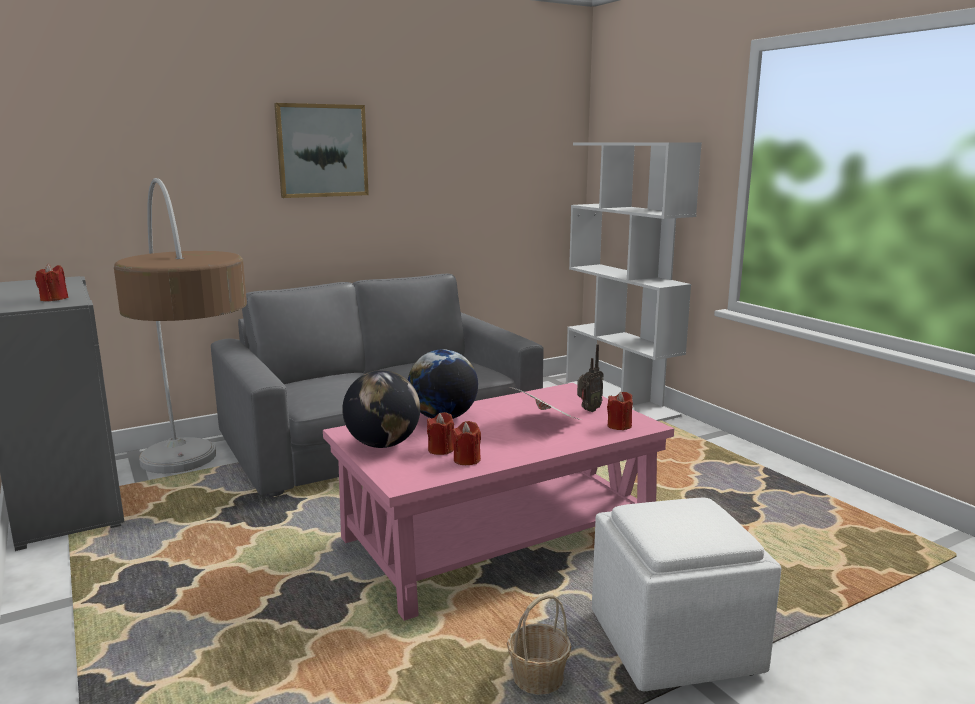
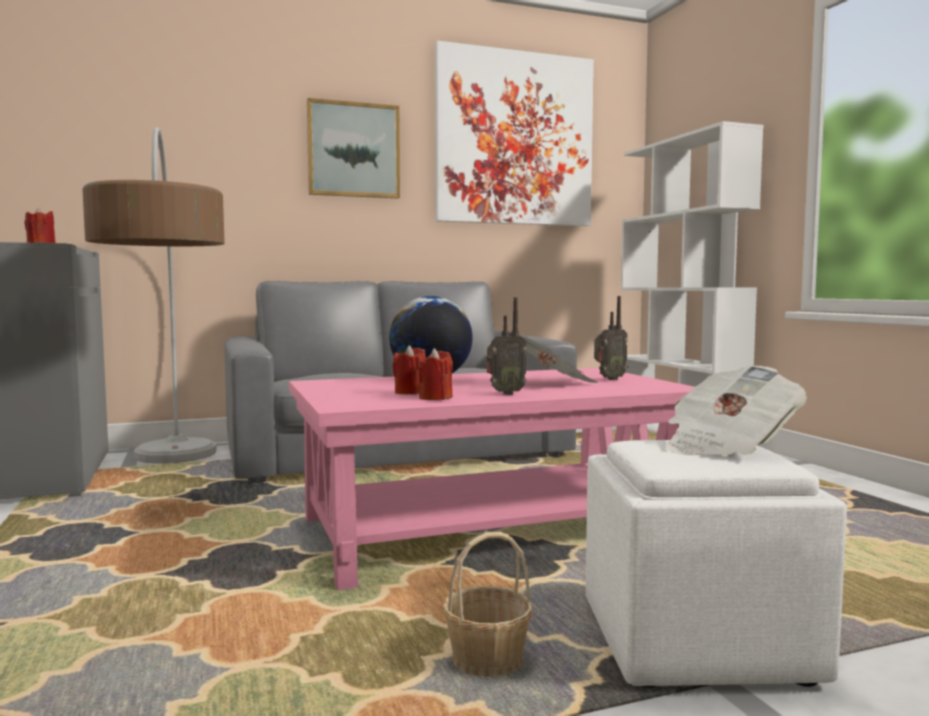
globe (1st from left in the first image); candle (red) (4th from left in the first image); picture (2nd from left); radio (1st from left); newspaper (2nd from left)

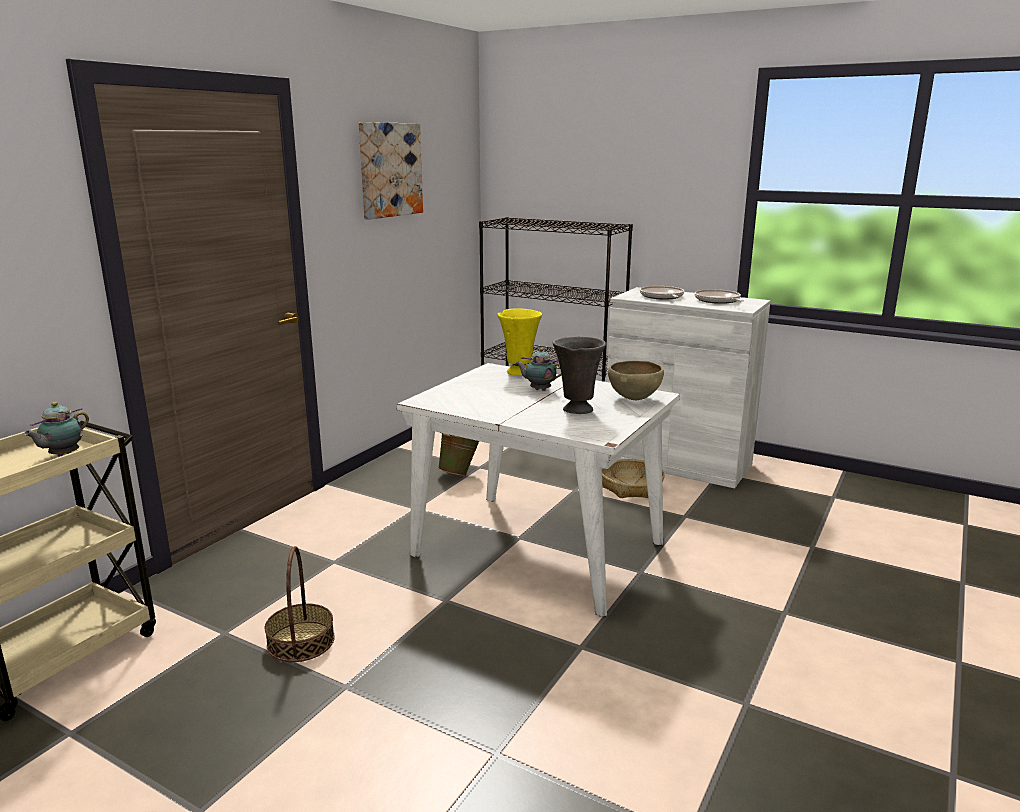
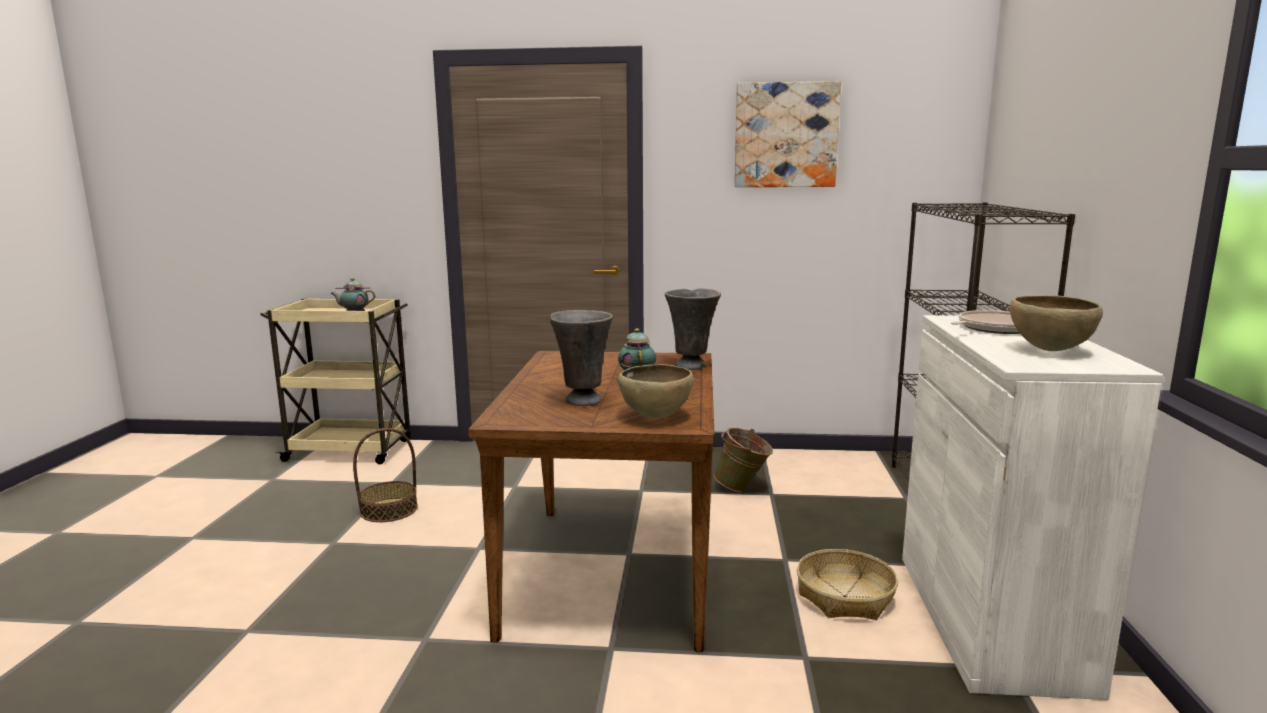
bowl (brown) (2nd from left); vase (grey) (2nd from left); dining table (brown)

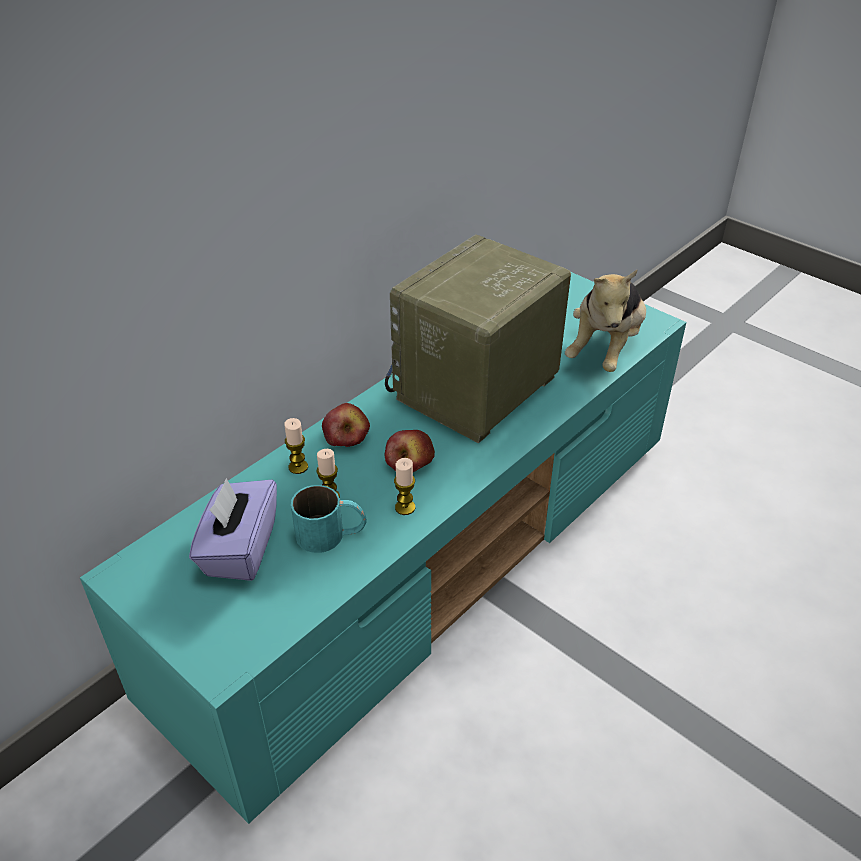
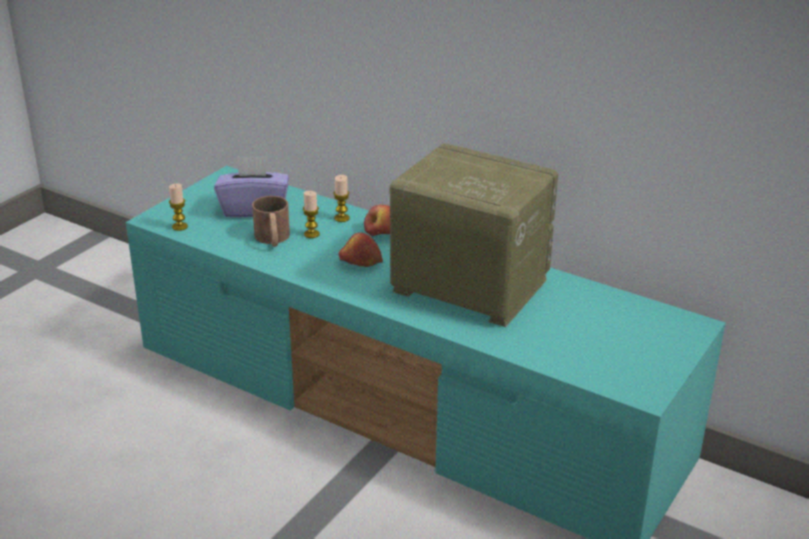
plush toy; candle (1st from left); mug (brown)

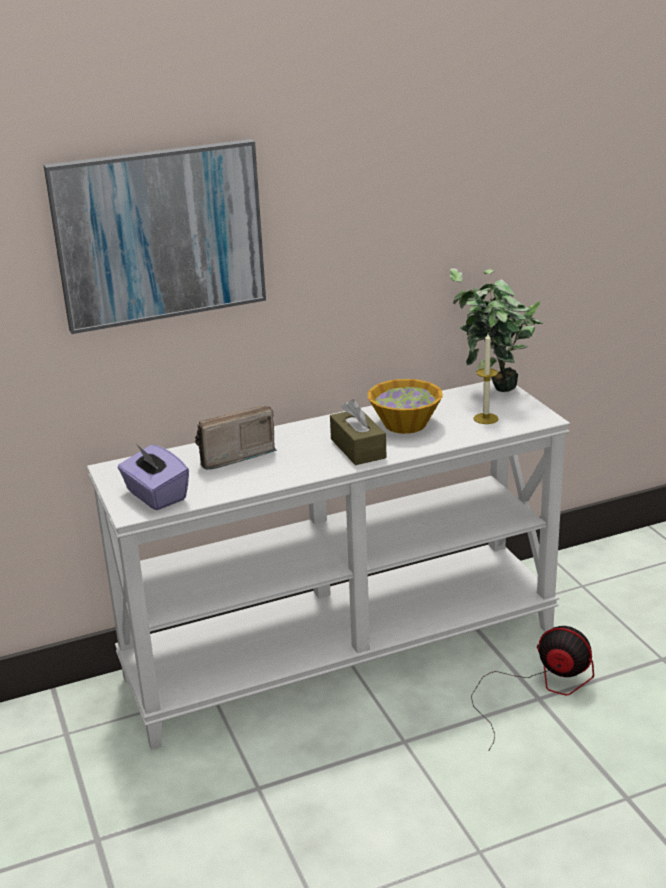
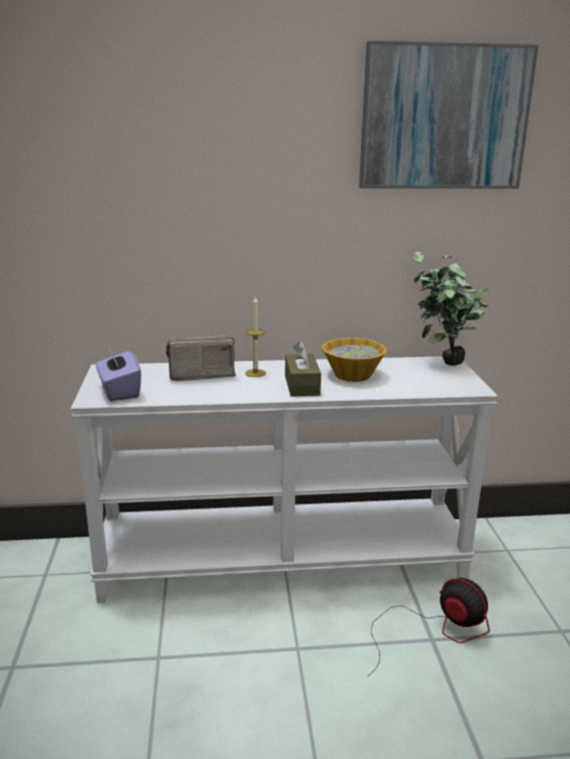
picture; candle

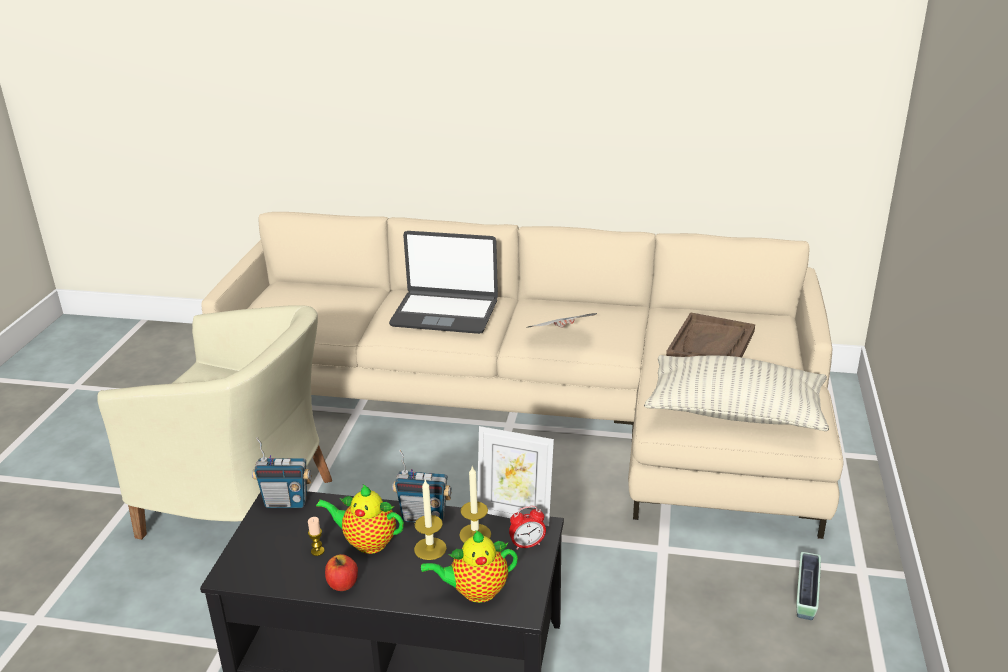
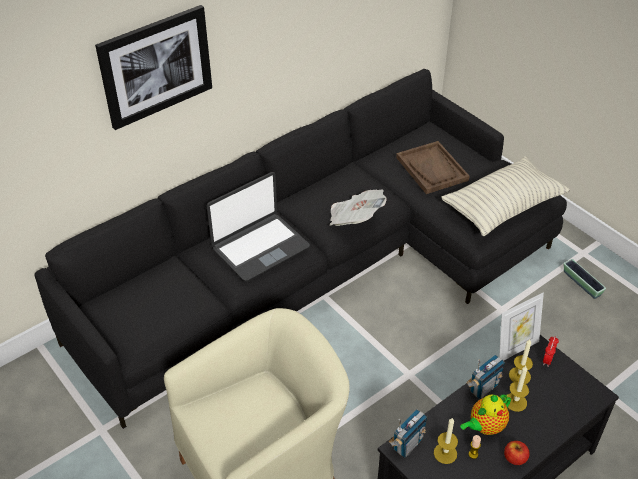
sofa (black); teapot (2nd from left in the first image); picture; candle (1st from left)

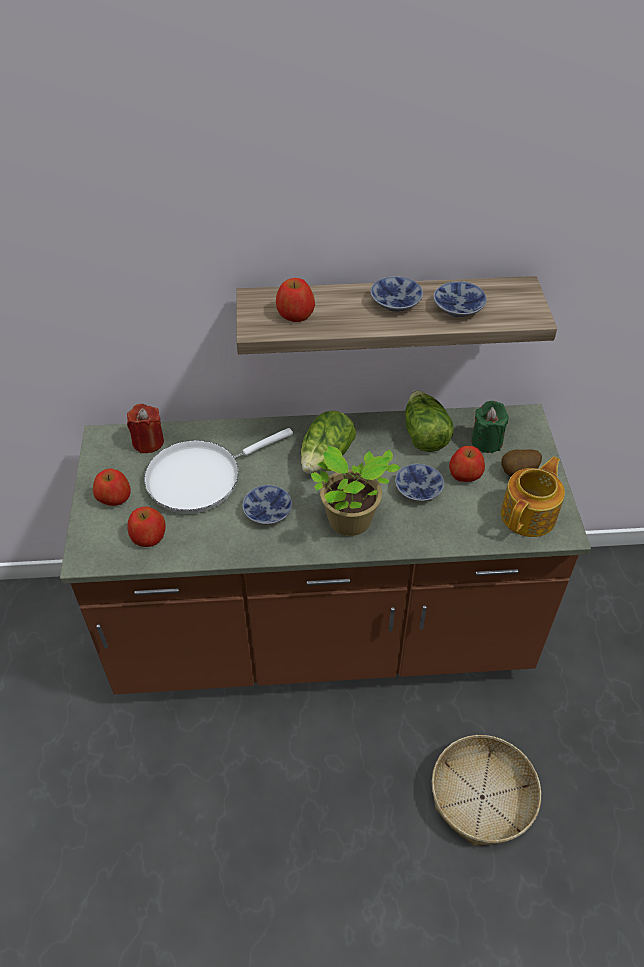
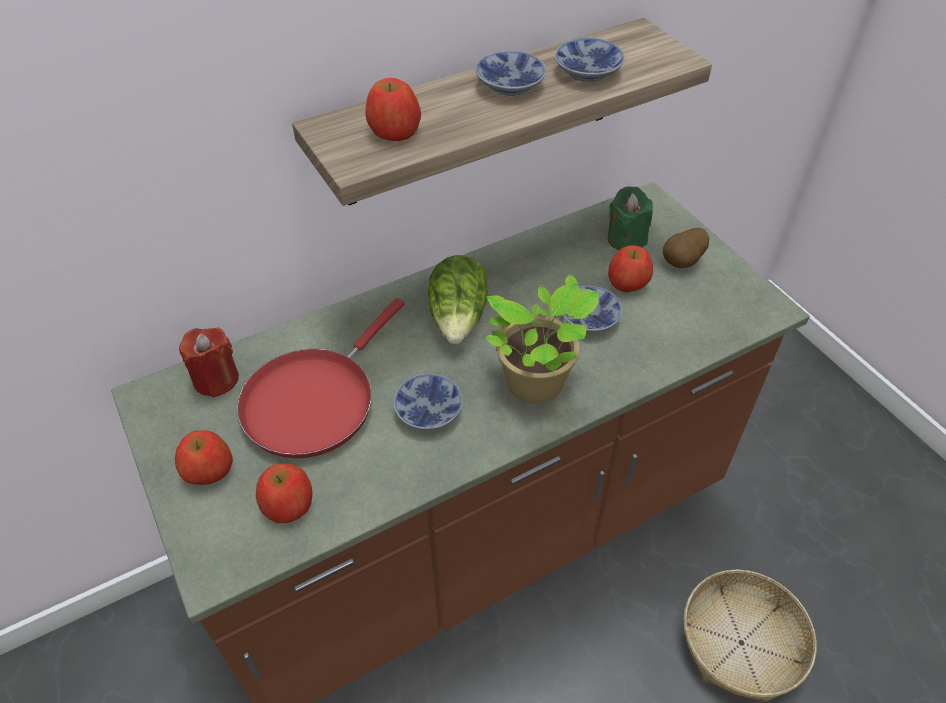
lettuce (2nd from left in the first image); frying pan (red); teapot

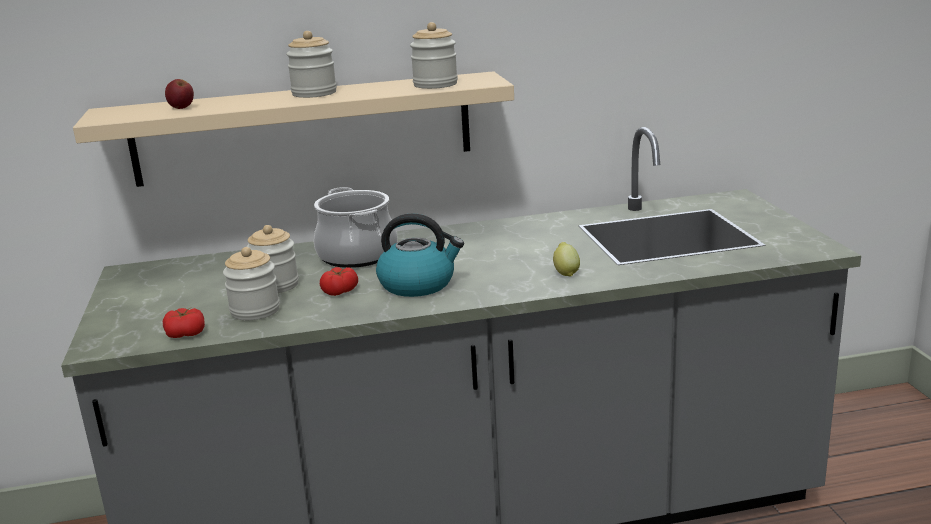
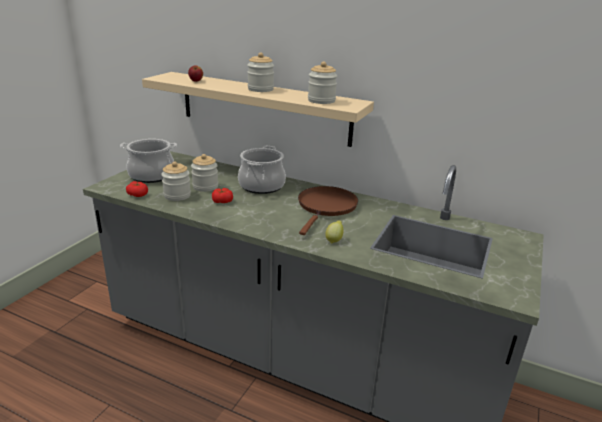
kettle; cooking pot (1st from left); frying pan (brown)

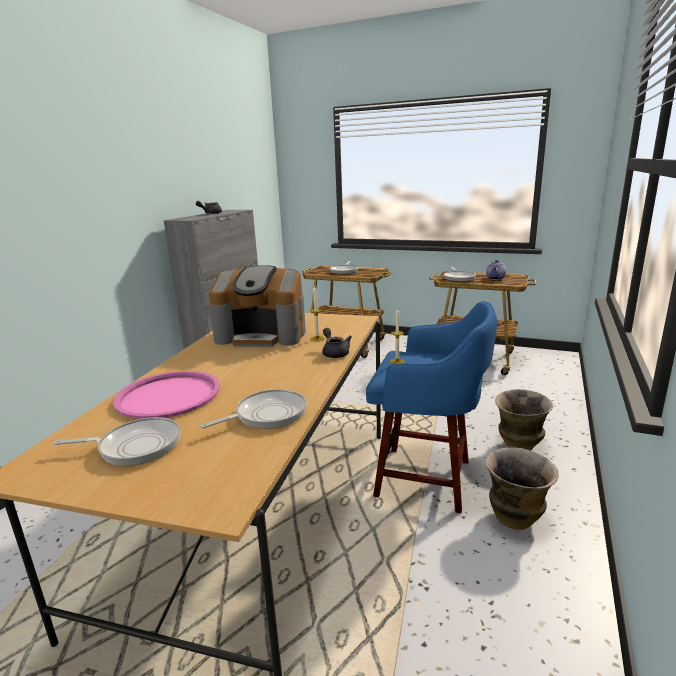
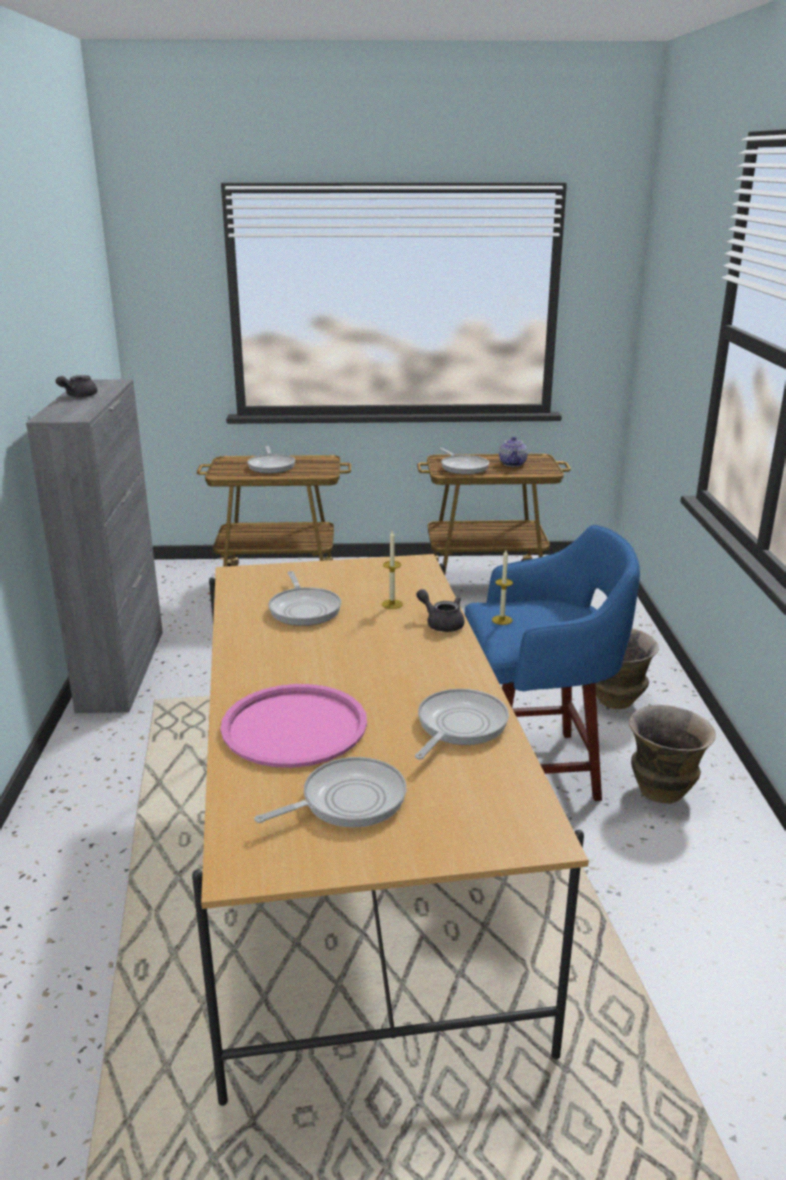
frying pan (2nd from left)

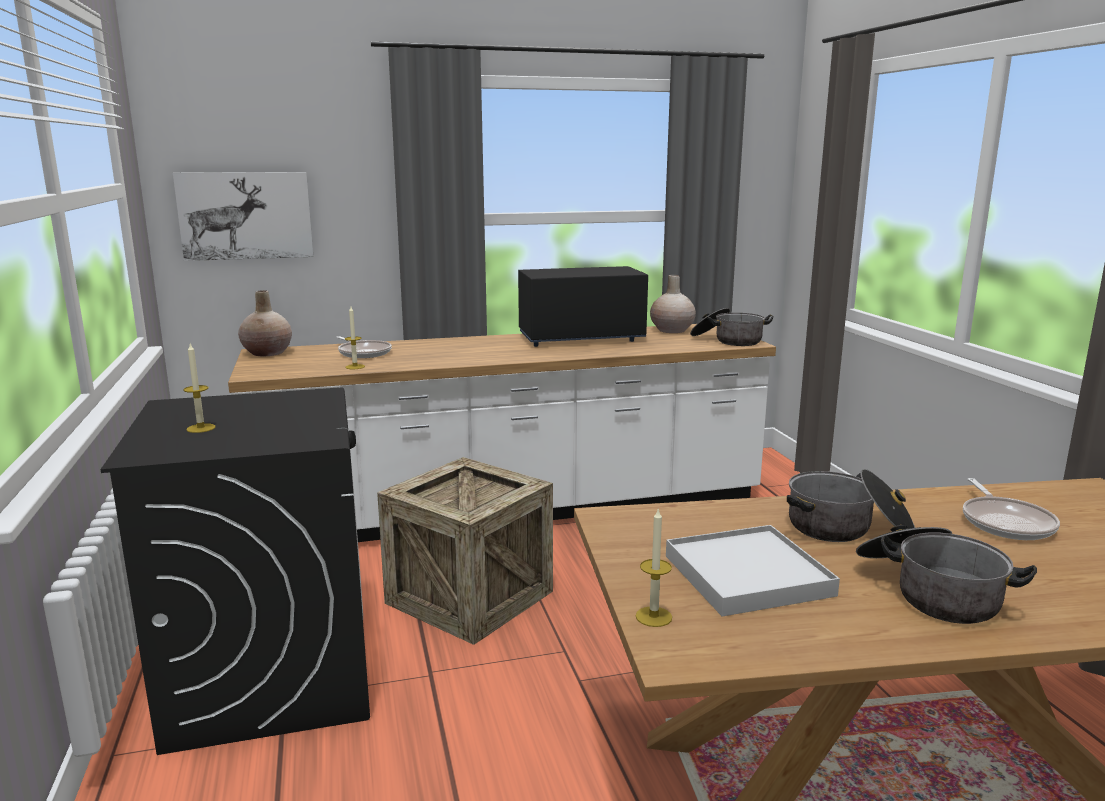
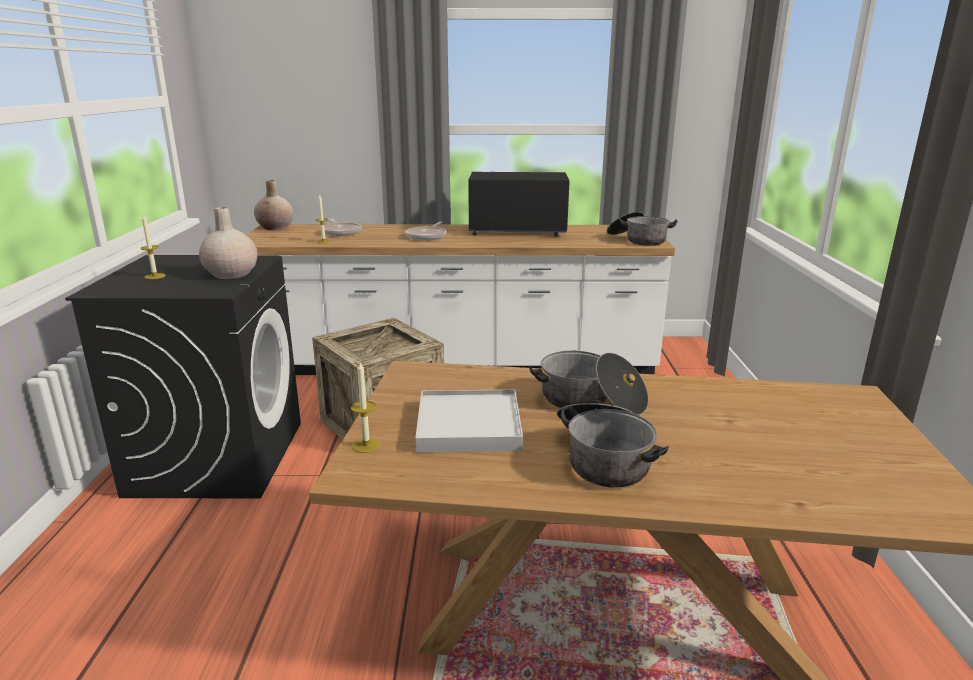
picture; vase (beige) (1st from left); frying pan (2nd from left)

